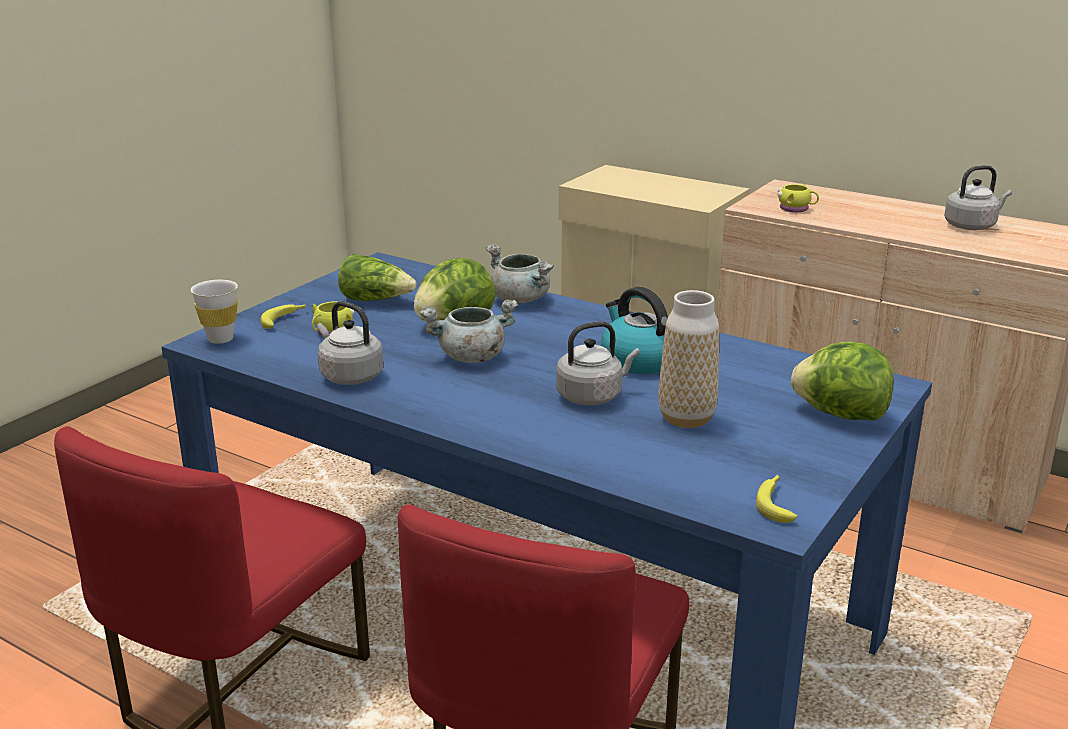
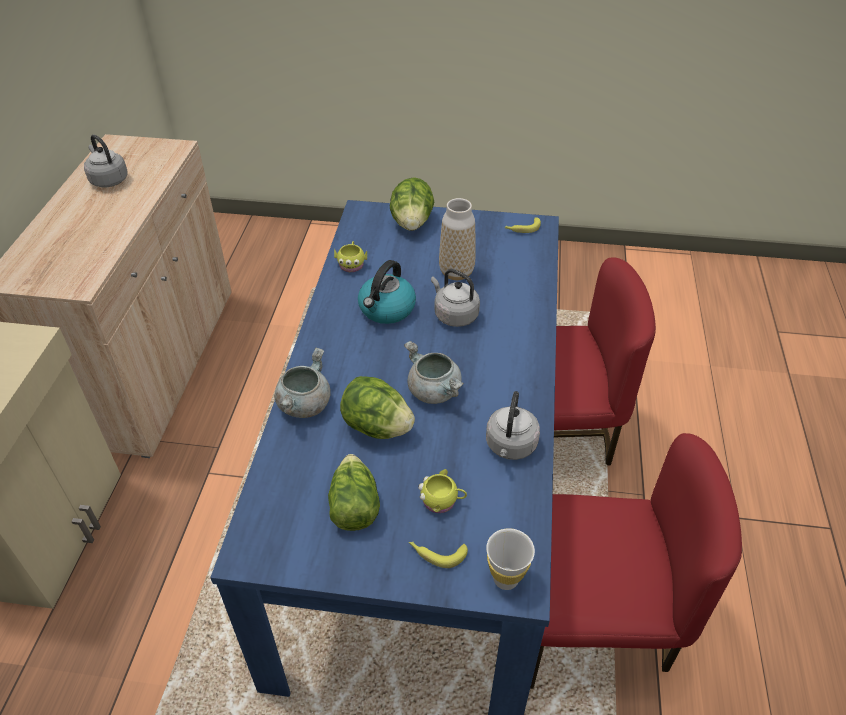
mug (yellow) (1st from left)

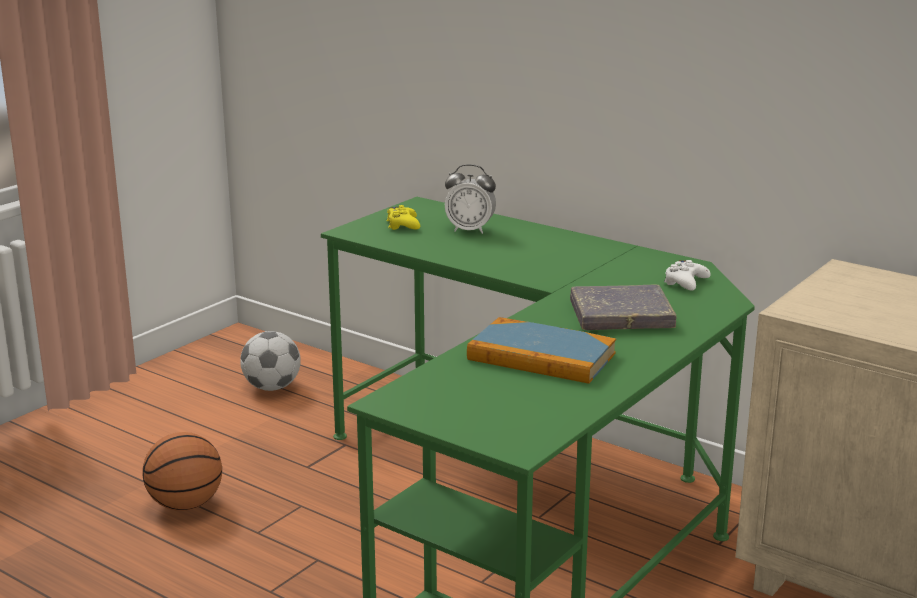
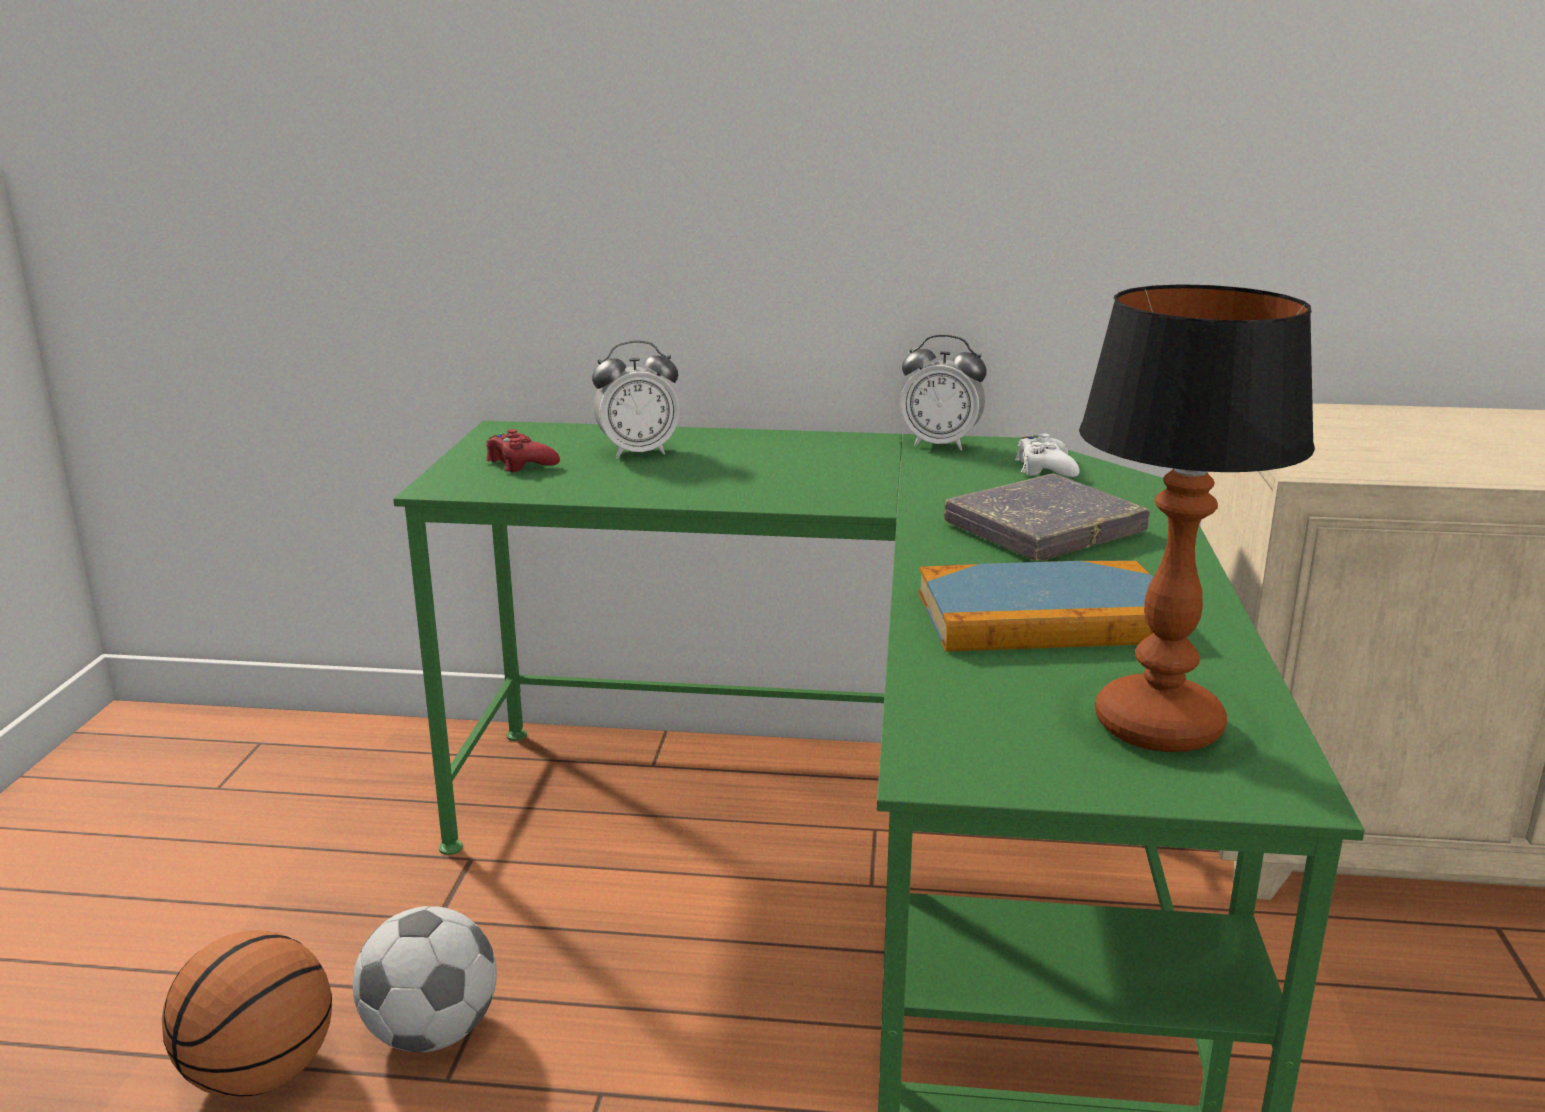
game controller (red); football; table lamp; alarm clock (2nd from left)

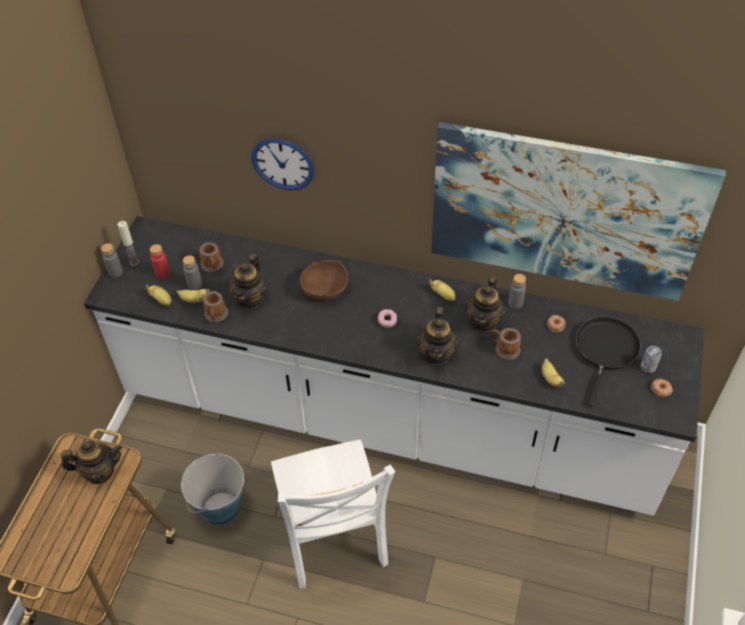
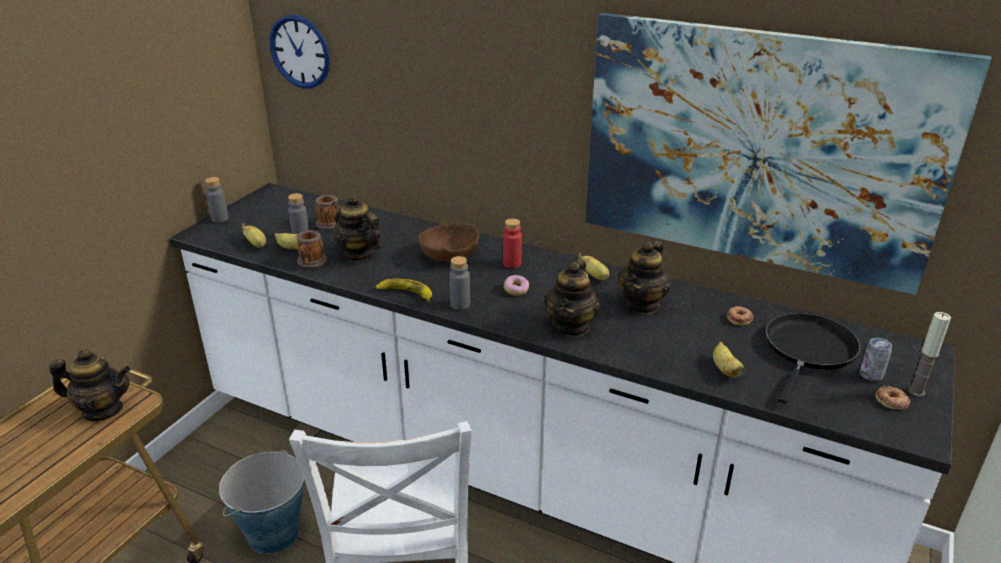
wall clock; candle; bottle (red); teapot (2nd from left); bottle (grey) (3rd from left); mug (3rd from left in the first image); banana (3rd from left)

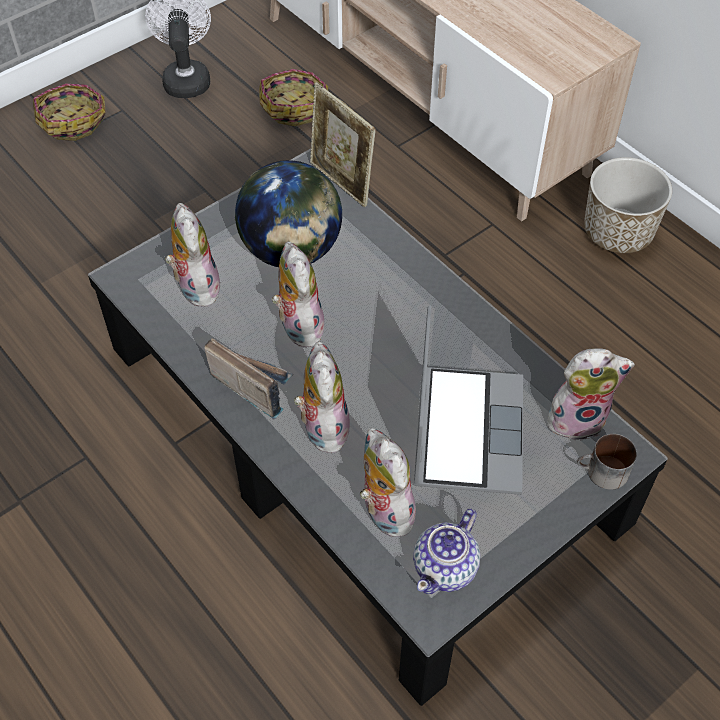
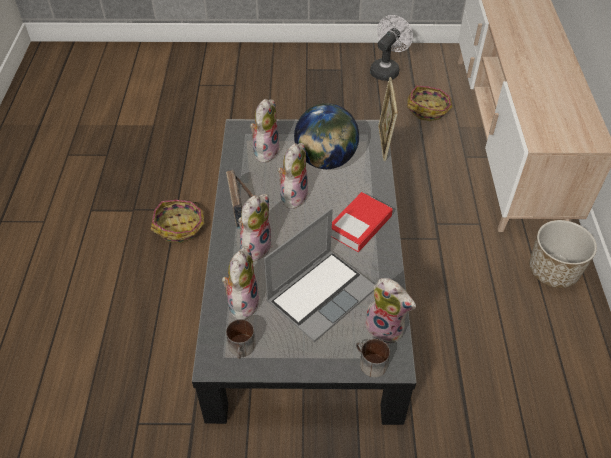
basket (1st from left); mug (1st from left); book

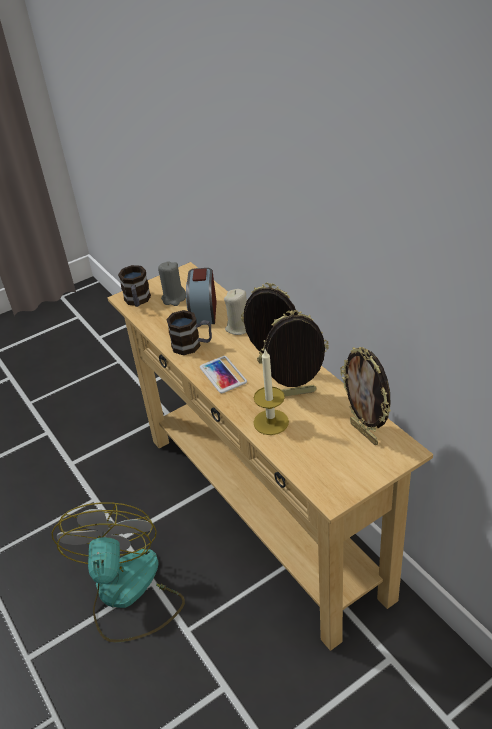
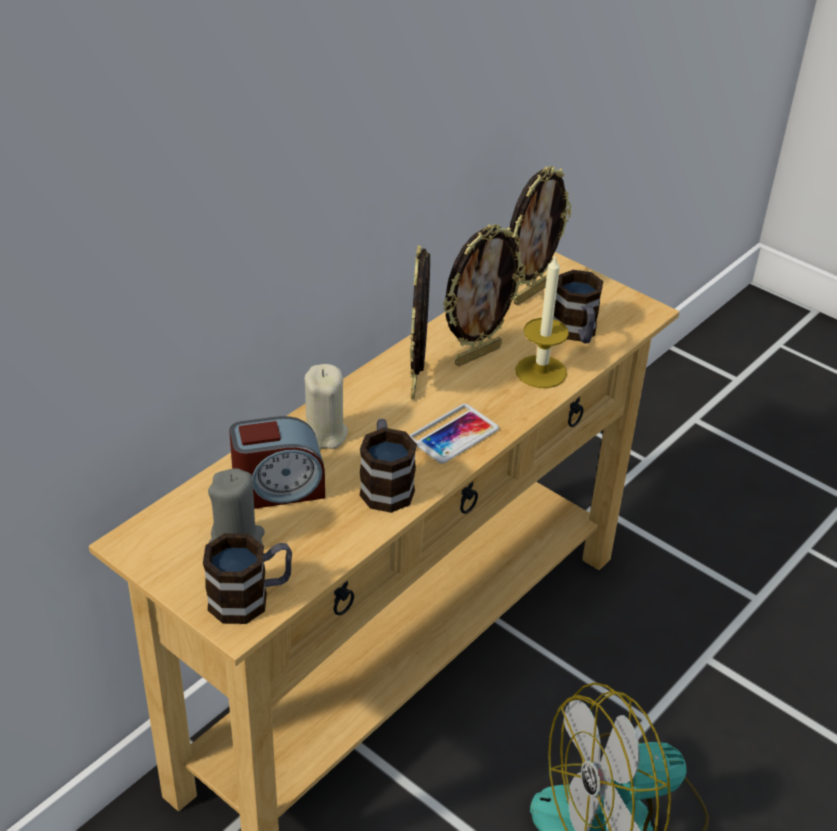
picture frame (2nd from left); mug (3rd from left)

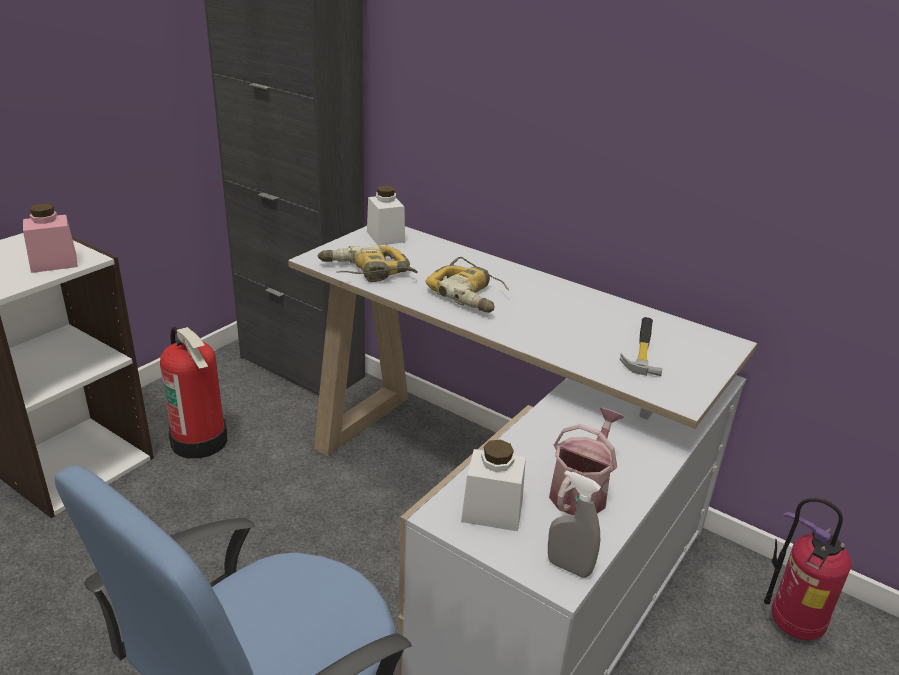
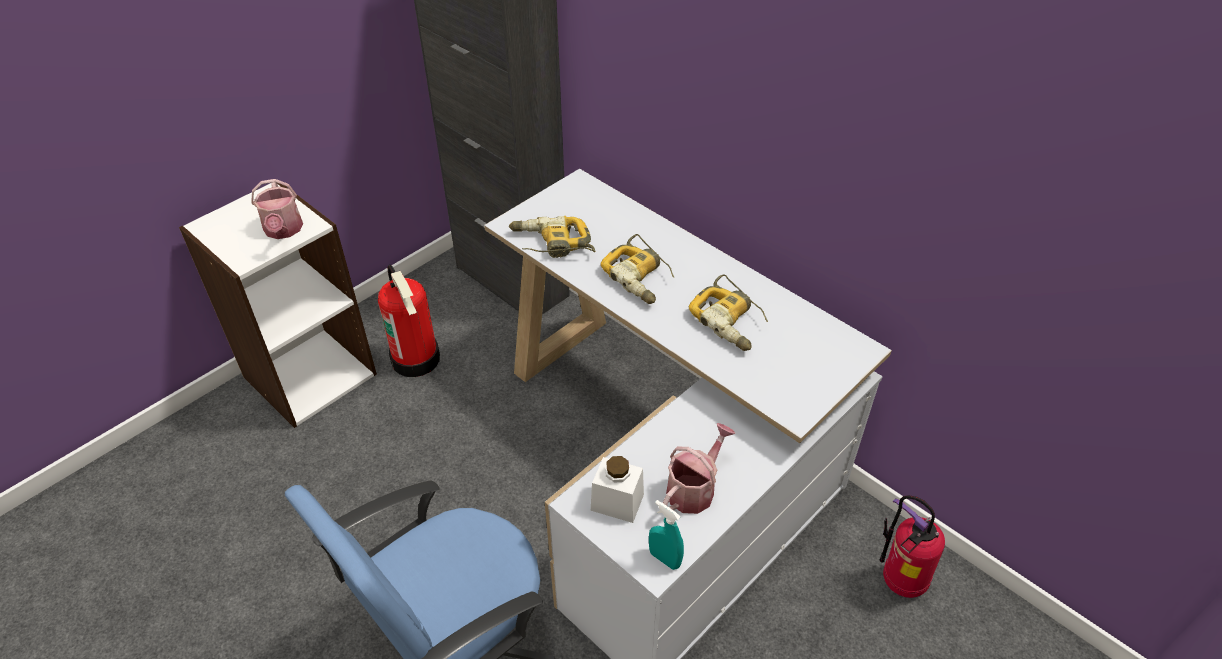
jar (white) (1st from left in the first image); watering can (1st from left); hammer; spray bottle (turquoise); power drill (3rd from left)

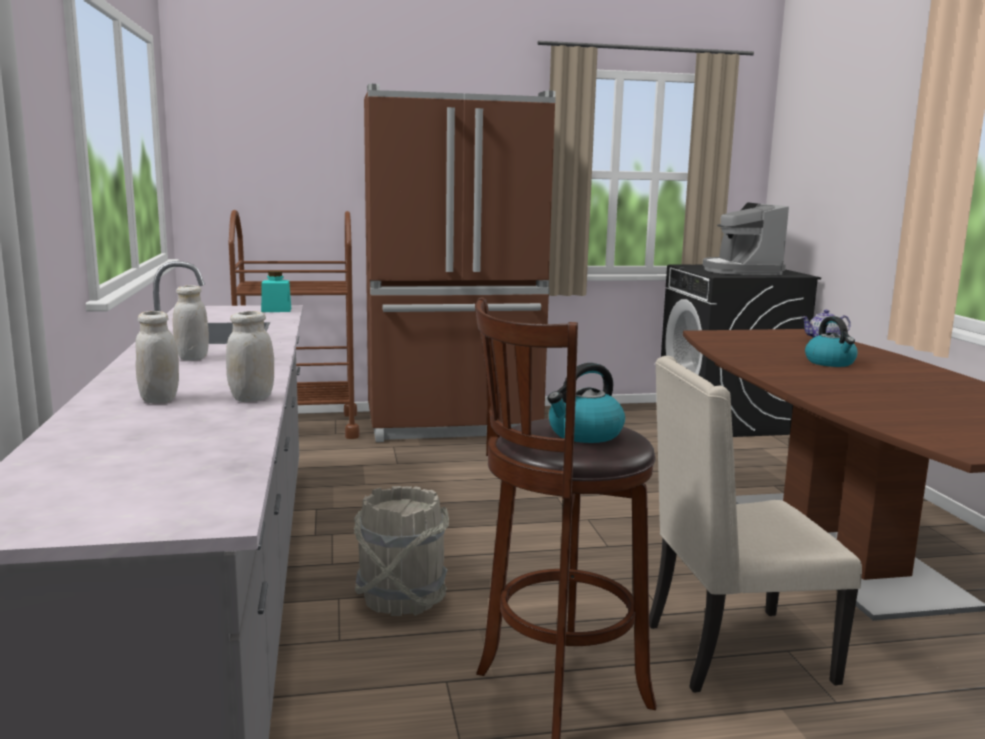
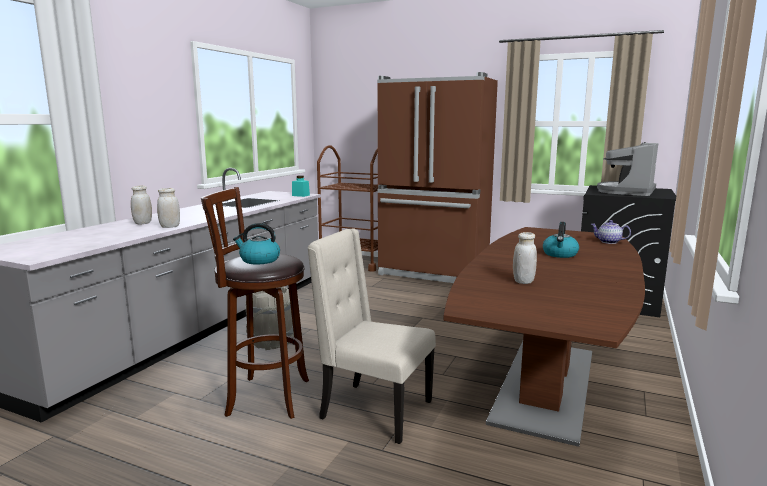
jar (white) (3rd from left)

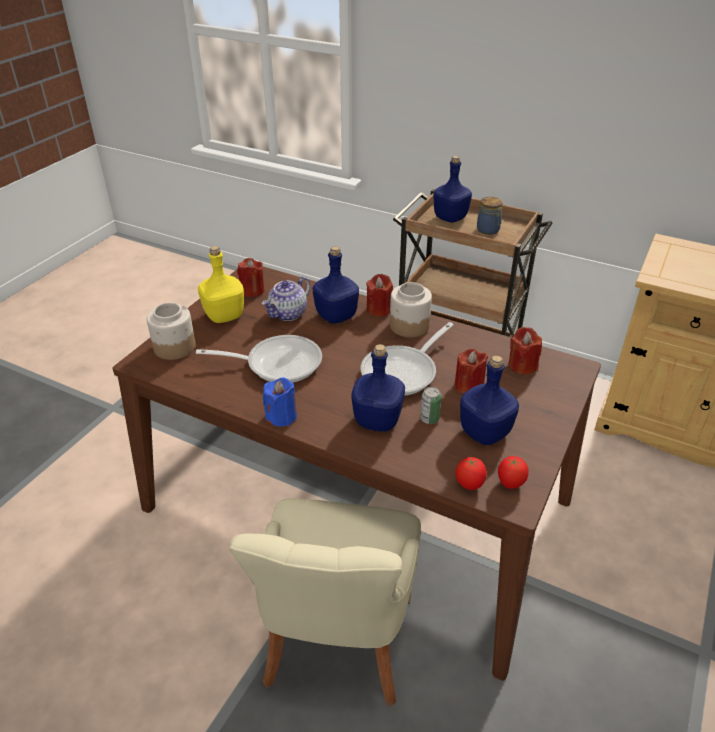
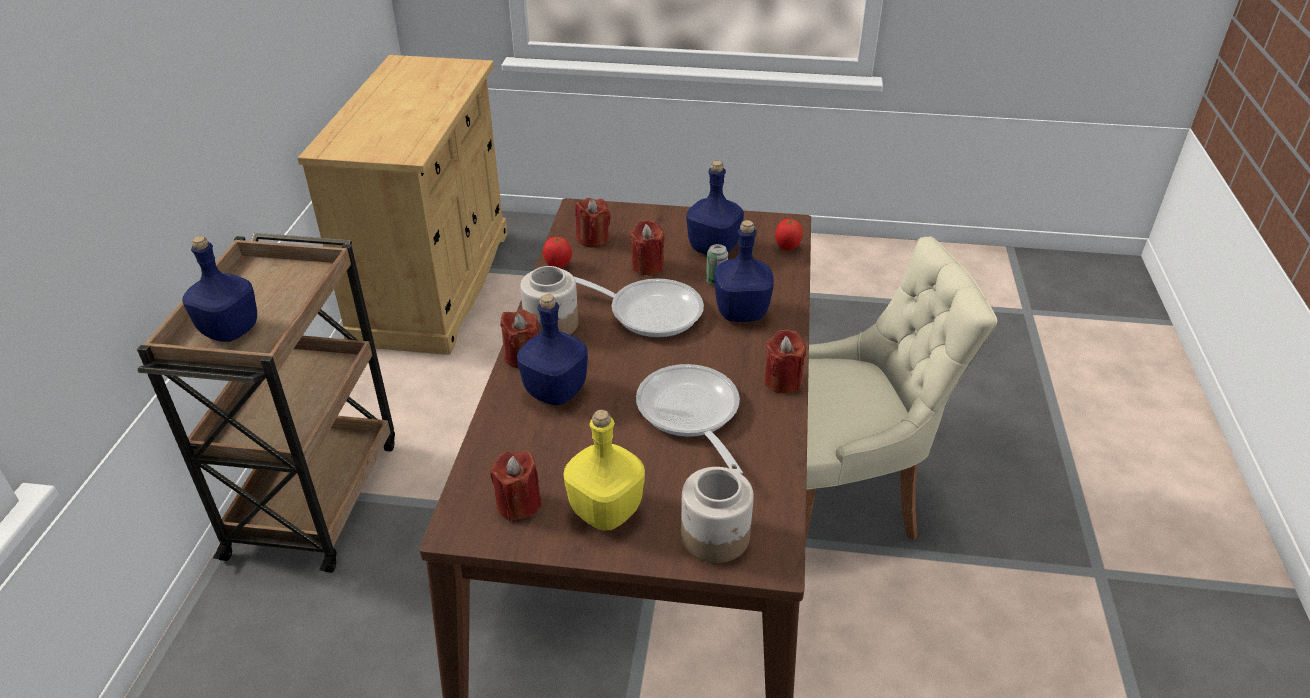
jar (3rd from left in the first image); teapot; candle (red) (5th from left); tomato (1st from left)

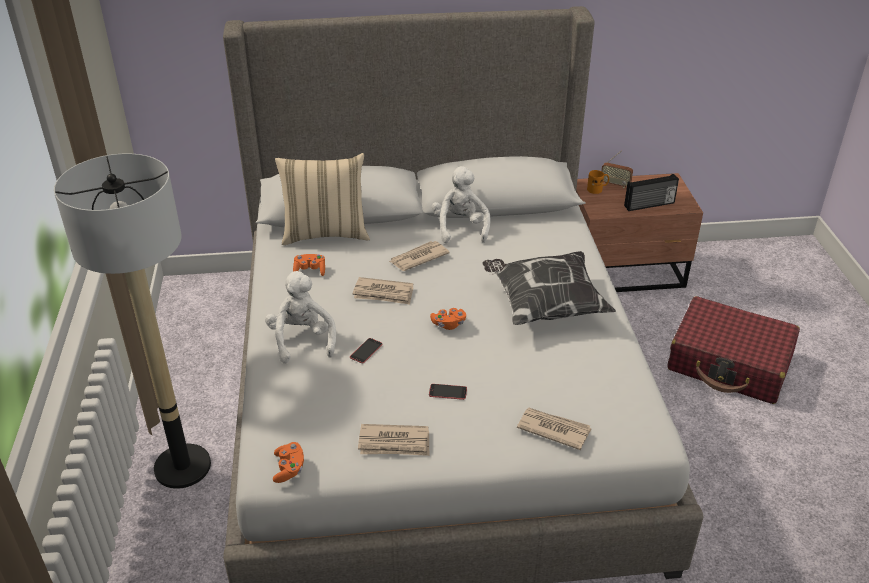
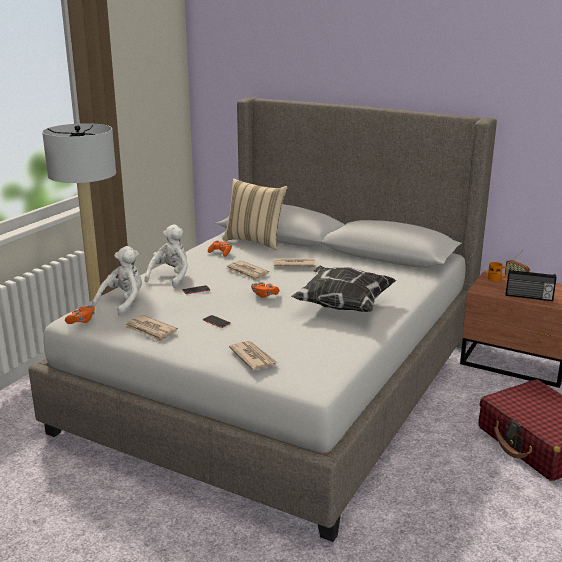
plush toy (white) (1st from left)

